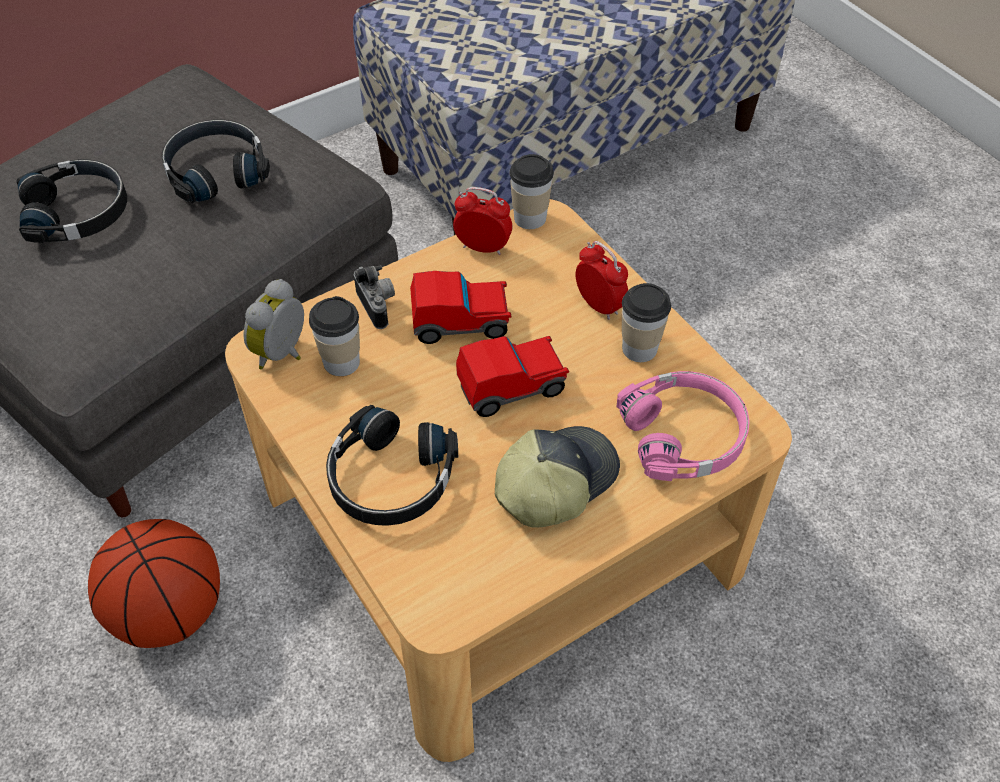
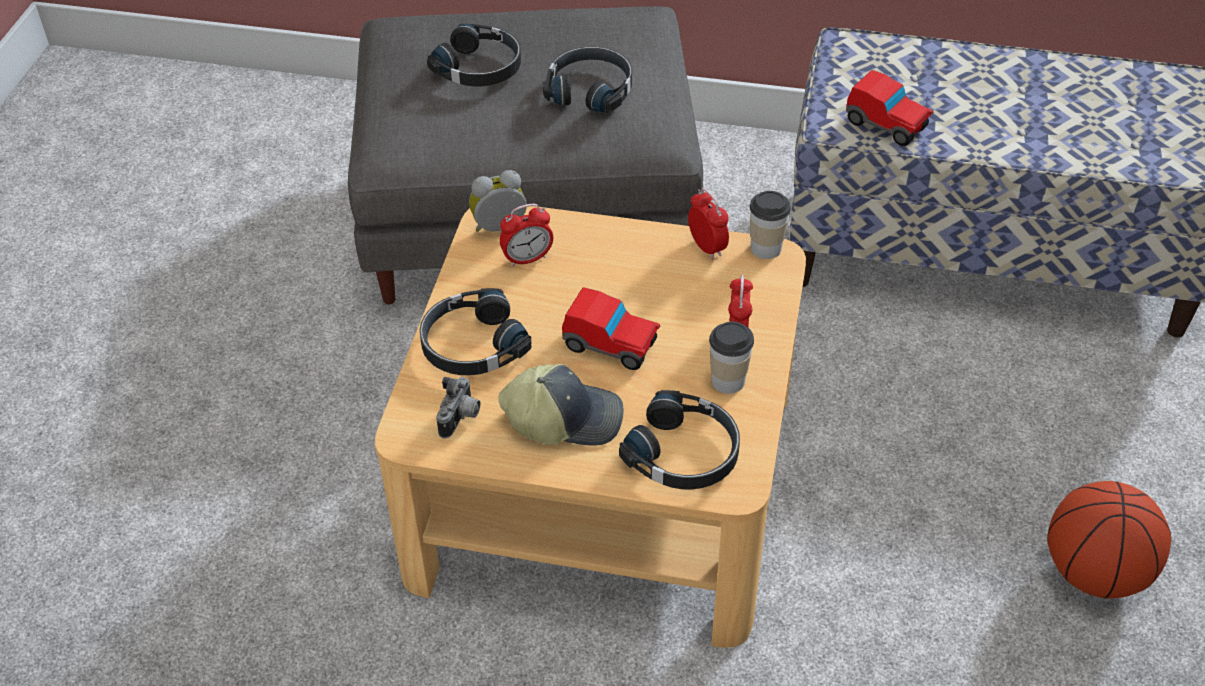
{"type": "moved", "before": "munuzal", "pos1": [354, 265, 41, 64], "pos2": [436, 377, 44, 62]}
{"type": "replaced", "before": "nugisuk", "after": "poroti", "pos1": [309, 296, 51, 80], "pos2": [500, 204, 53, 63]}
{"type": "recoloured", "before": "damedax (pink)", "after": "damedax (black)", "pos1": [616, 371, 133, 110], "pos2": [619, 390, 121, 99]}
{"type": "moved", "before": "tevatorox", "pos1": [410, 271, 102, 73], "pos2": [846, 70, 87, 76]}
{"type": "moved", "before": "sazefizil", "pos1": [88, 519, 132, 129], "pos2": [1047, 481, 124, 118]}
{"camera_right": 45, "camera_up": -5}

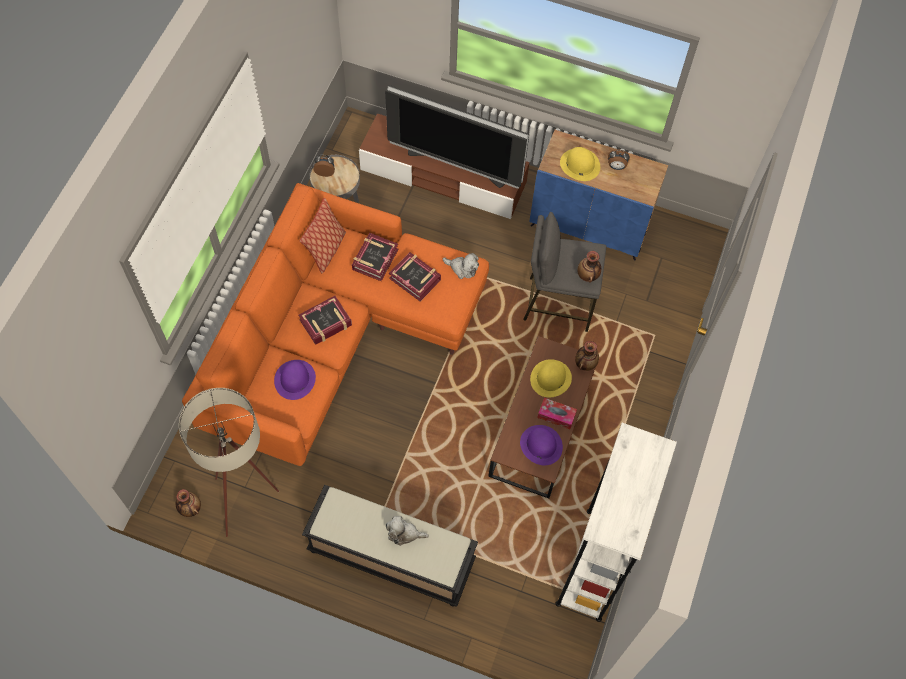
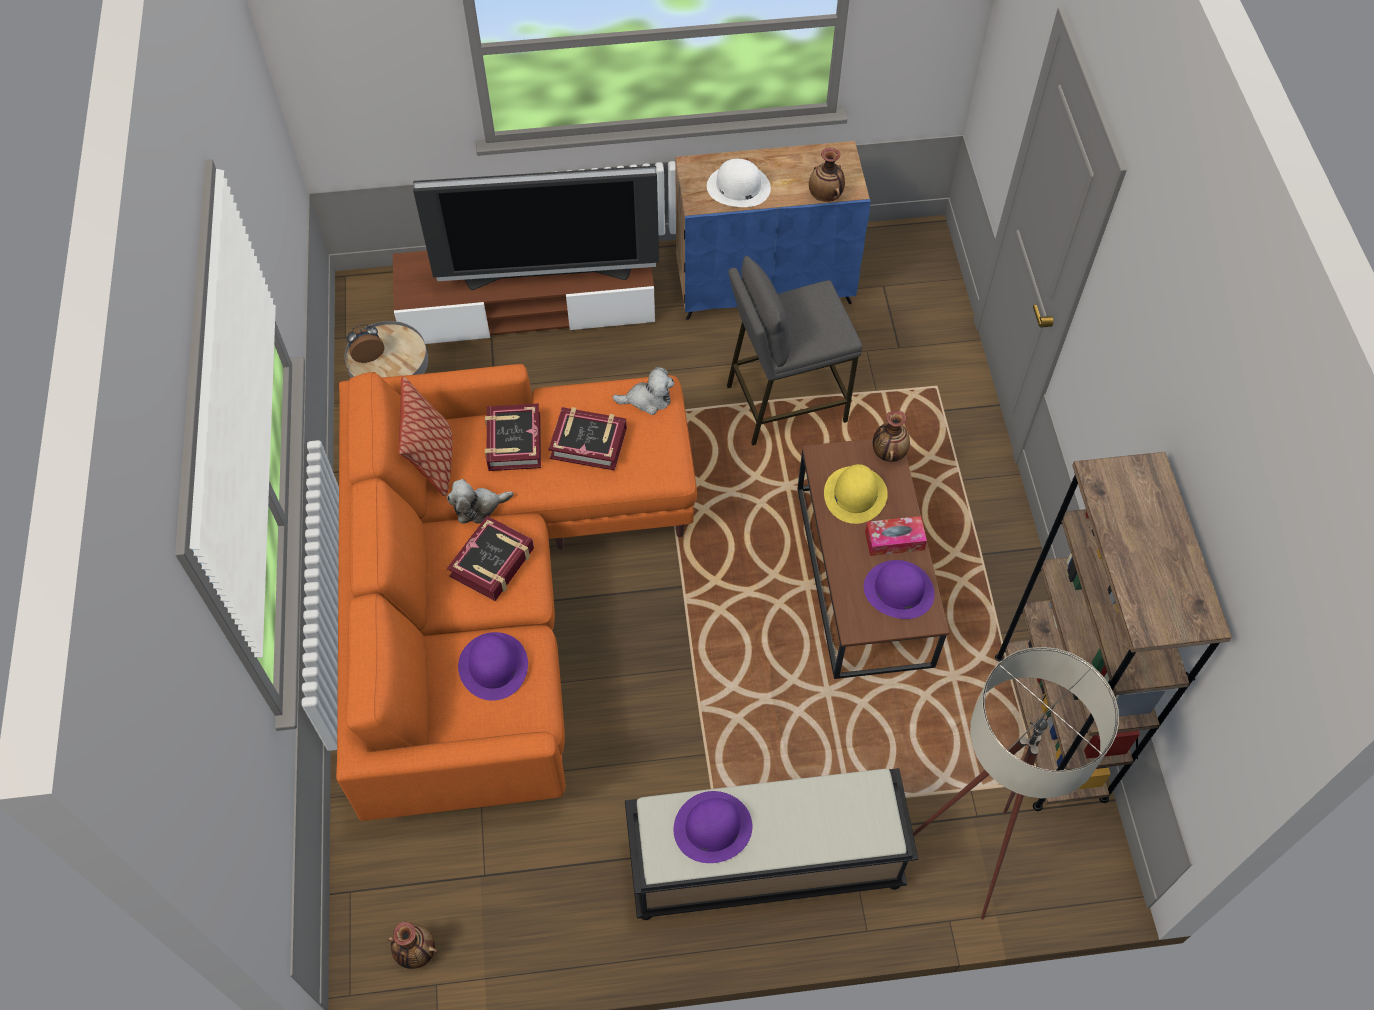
{"type": "moved", "before": "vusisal", "pos1": [386, 516, 43, 30], "pos2": [447, 479, 67, 45]}
{"type": "added", "after": "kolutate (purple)", "pos2": [674, 791, 78, 72]}
{"type": "recoloured", "before": "kolutate (yellow)", "after": "kolutate (white)", "pos1": [560, 147, 40, 34], "pos2": [707, 159, 64, 48]}
{"type": "moved", "before": "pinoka", "pos1": [577, 251, 24, 32], "pos2": [809, 148, 36, 54]}
{"type": "moved", "before": "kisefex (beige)", "pos1": [179, 388, 100, 149], "pos2": [913, 647, 206, 273]}
{"type": "recoloured", "before": "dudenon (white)", "after": "dudenon (brown)", "pos1": [555, 423, 122, 199], "pos2": [995, 452, 237, 359]}
{"type": "removed", "before": "poroti", "pos1": [608, 150, 22, 20]}
{"camera_right": -25, "camera_up": -5}

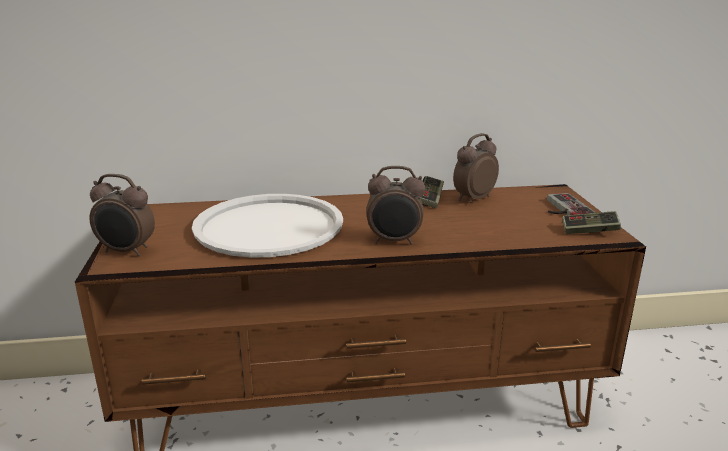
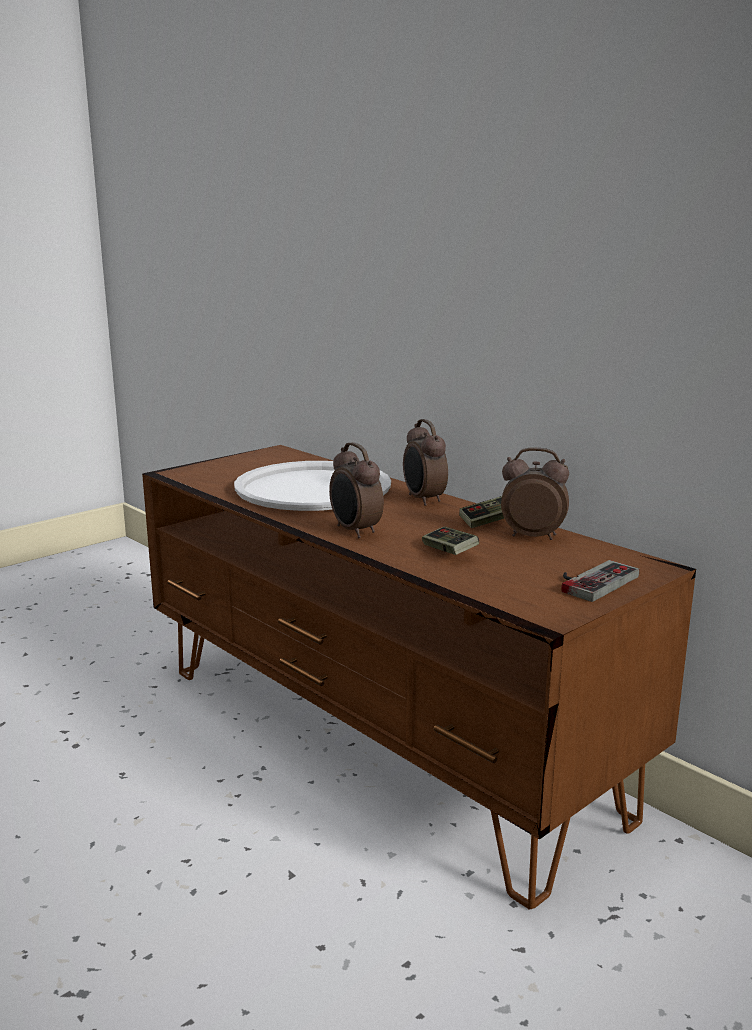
{"type": "moved", "before": "poroti", "pos1": [89, 174, 66, 82], "pos2": [403, 419, 45, 87]}
{"type": "moved", "before": "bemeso", "pos1": [562, 211, 59, 23], "pos2": [422, 526, 57, 29]}
{"camera_right": 55, "camera_up": -5}

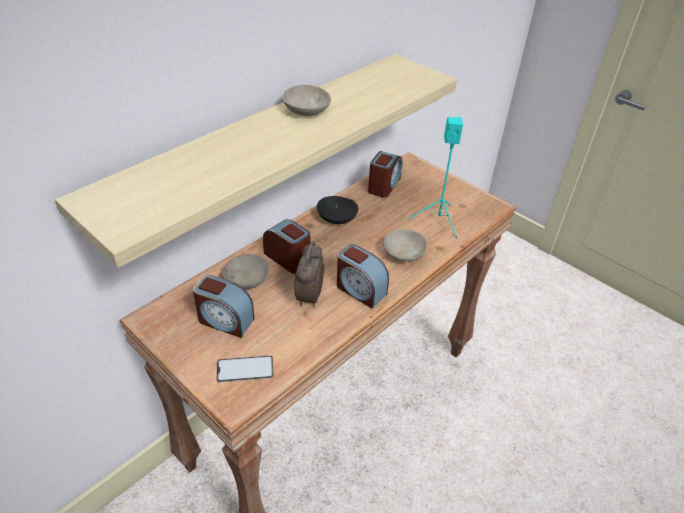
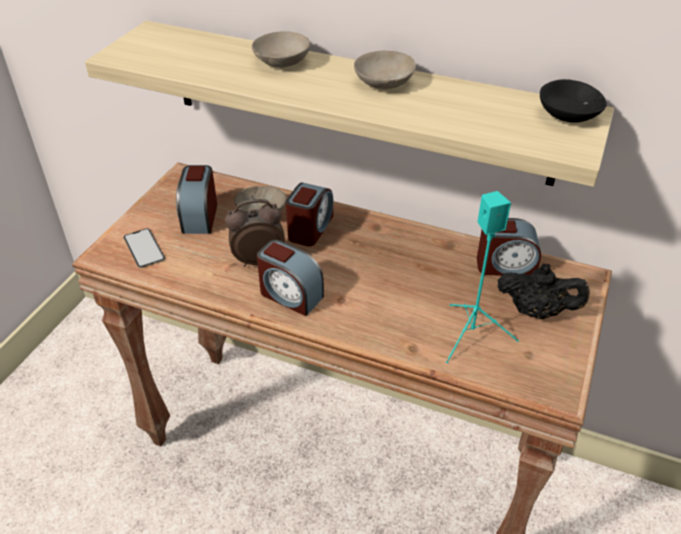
{"type": "moved", "before": "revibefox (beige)", "pos1": [383, 229, 45, 33], "pos2": [252, 31, 58, 37]}
{"type": "turned", "before": "poroti", "pos1": [337, 244, 52, 64], "pos2": [257, 240, 67, 76], "turn": -75}
{"type": "added", "after": "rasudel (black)", "pos2": [498, 264, 92, 55]}
{"type": "moved", "before": "revibefox (black)", "pos1": [317, 196, 41, 28], "pos2": [540, 79, 67, 44]}
{"camera_right": 70, "camera_up": 0}

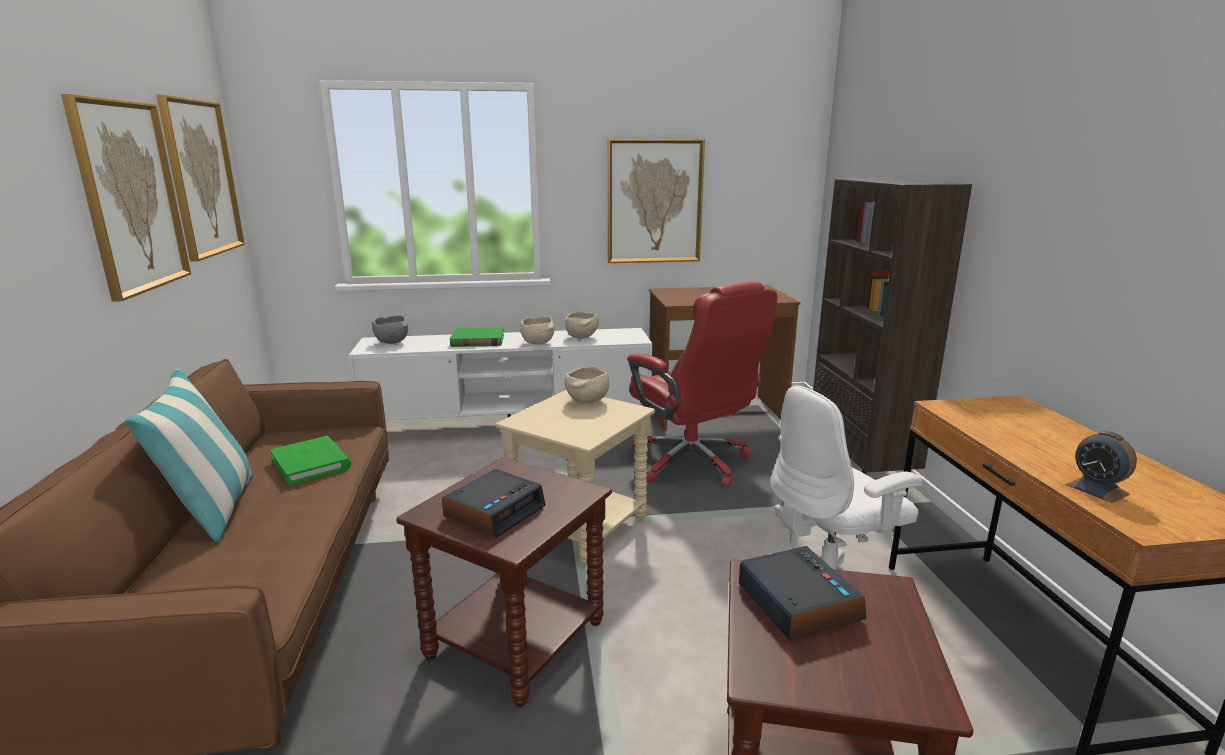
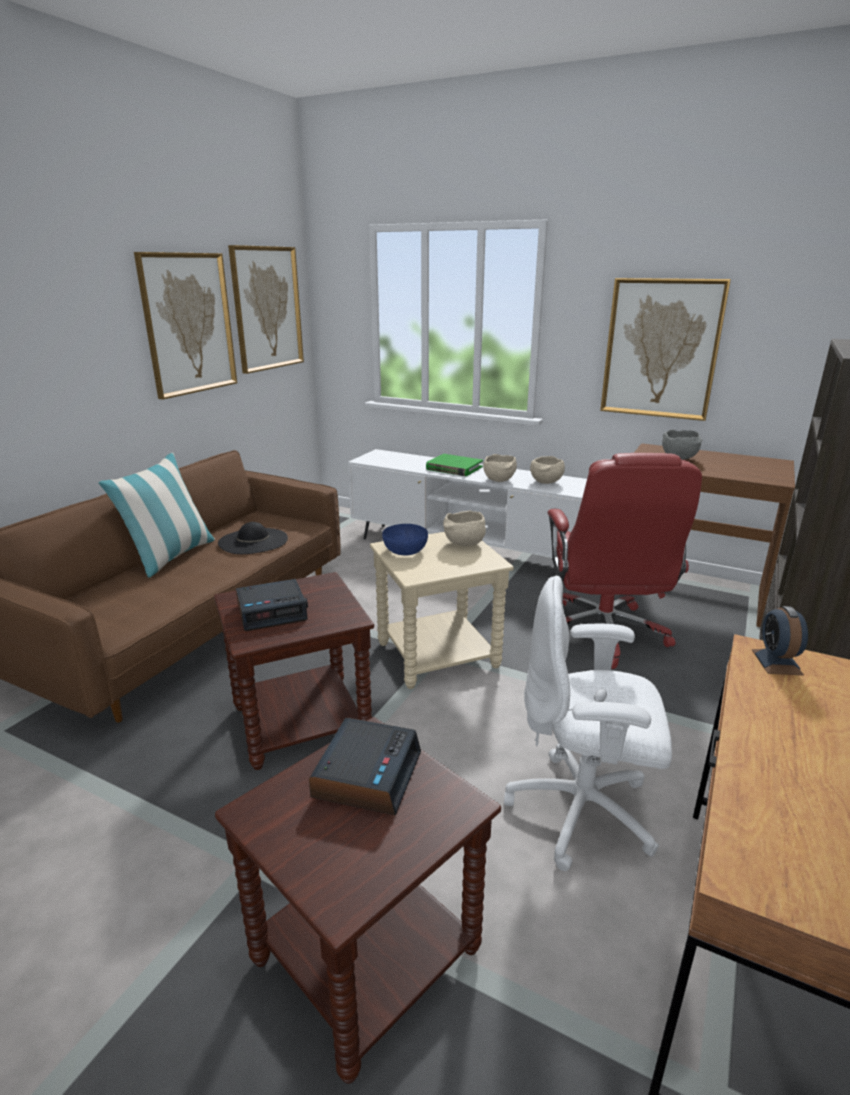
{"type": "replaced", "before": "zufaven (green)", "after": "kolutate (black)", "pos1": [270, 436, 81, 49], "pos2": [218, 522, 70, 32]}
{"type": "added", "after": "revibefox (blue)", "pos2": [382, 524, 46, 31]}
{"type": "moved", "before": "revibefox (grey)", "pos1": [372, 315, 36, 29], "pos2": [662, 430, 40, 30]}
{"type": "moved", "before": "poroti", "pos1": [1066, 431, 71, 72], "pos2": [752, 606, 56, 70]}
{"camera_right": 35, "camera_up": 5}

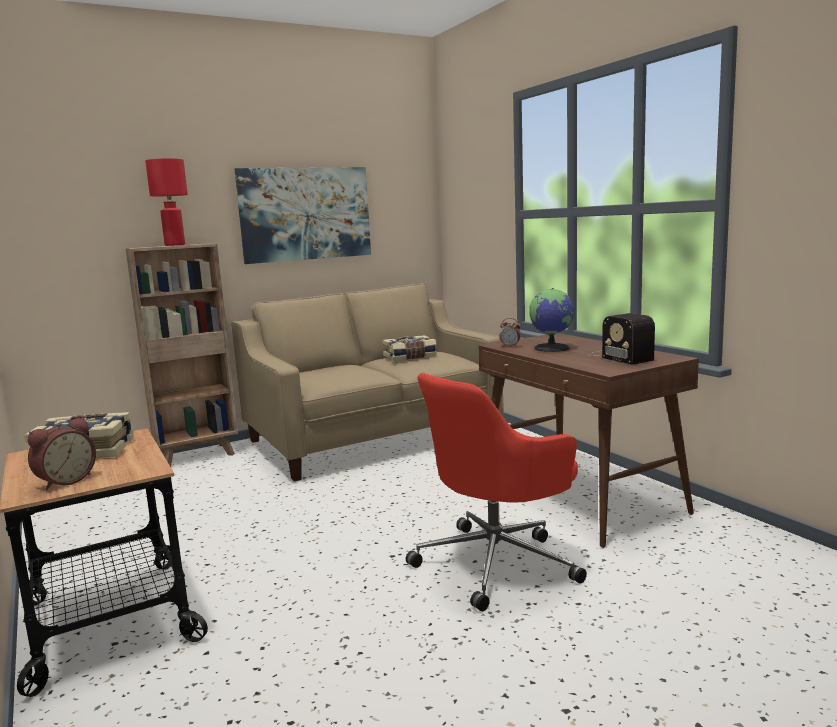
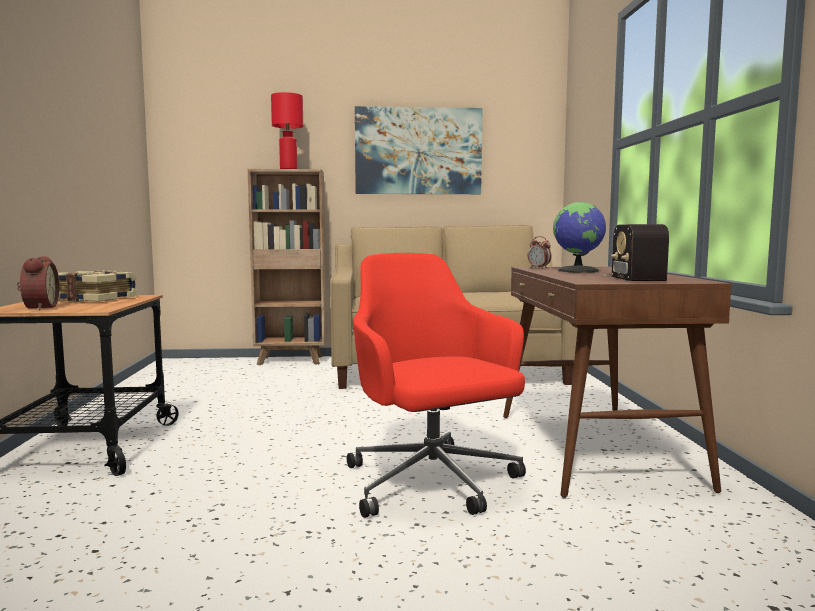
{"type": "turned", "before": "poroti", "pos1": [28, 417, 68, 73], "pos2": [17, 256, 42, 54], "turn": -75}
{"type": "turned", "before": "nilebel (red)", "pos1": [406, 373, 181, 238], "pos2": [347, 253, 179, 265], "turn": 75}
{"type": "removed", "before": "zufaven", "pos1": [383, 335, 54, 26]}
{"camera_right": 25, "camera_up": -5}

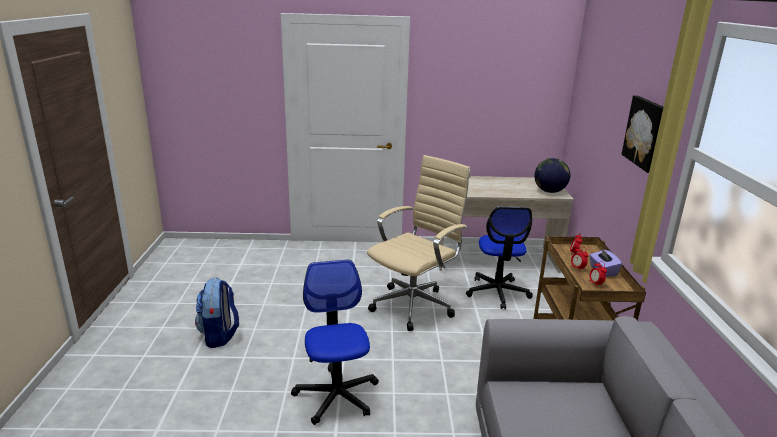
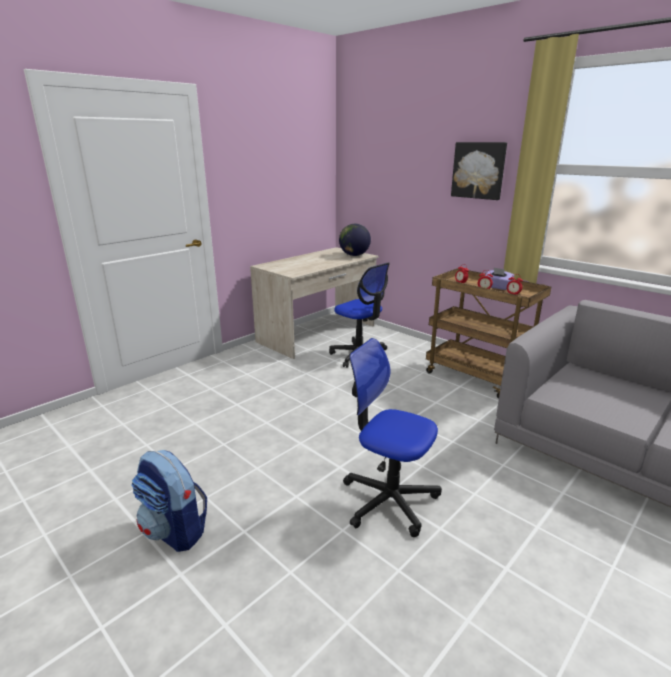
{"type": "removed", "before": "nilebel (beige)", "pos1": [367, 155, 104, 176]}
{"camera_right": -45, "camera_up": 0}

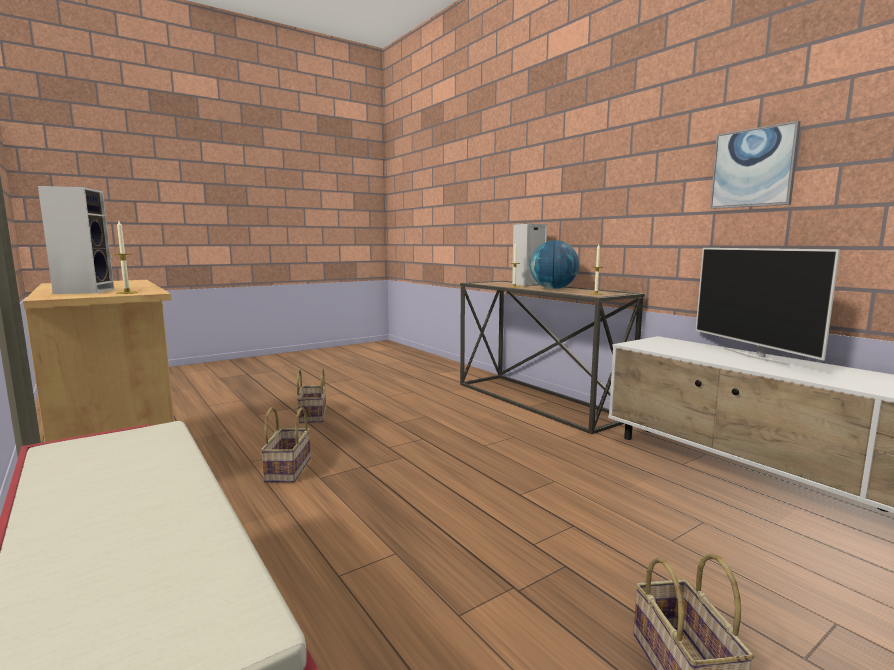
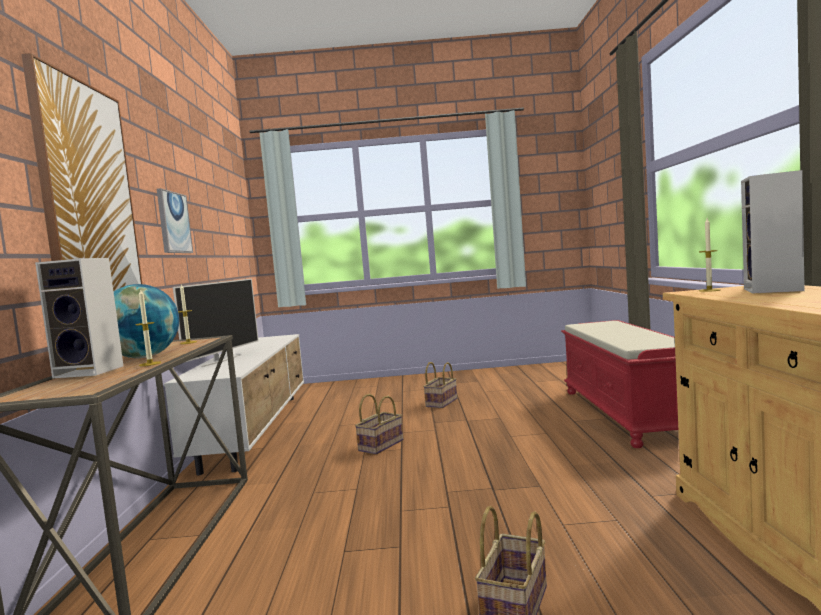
{"type": "added", "after": "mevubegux", "pos2": [21, 53, 121, 239]}
{"type": "moved", "before": "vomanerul", "pos1": [260, 407, 51, 76], "pos2": [355, 394, 49, 60]}
{"camera_right": -145, "camera_up": -5}

